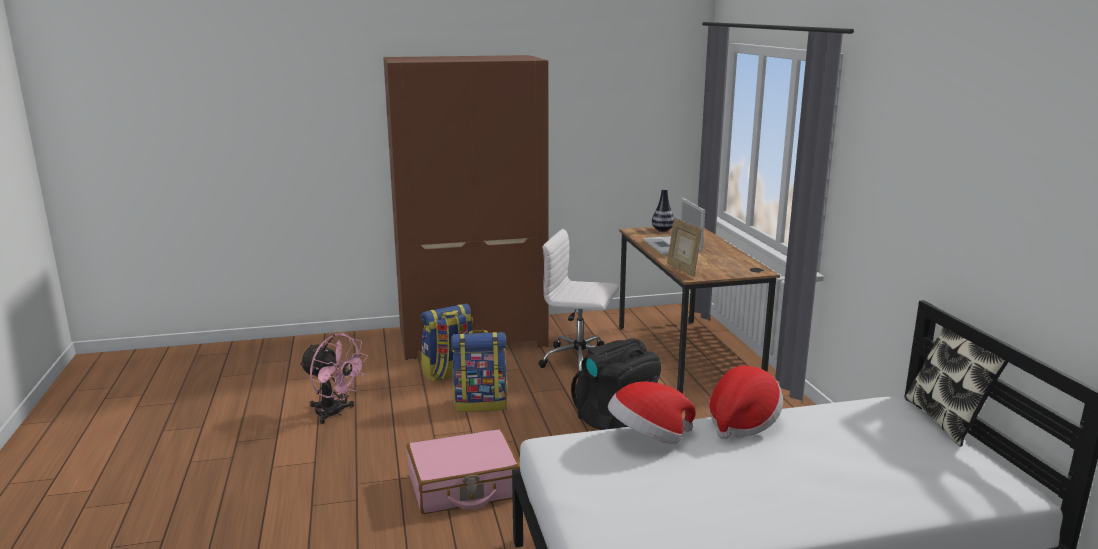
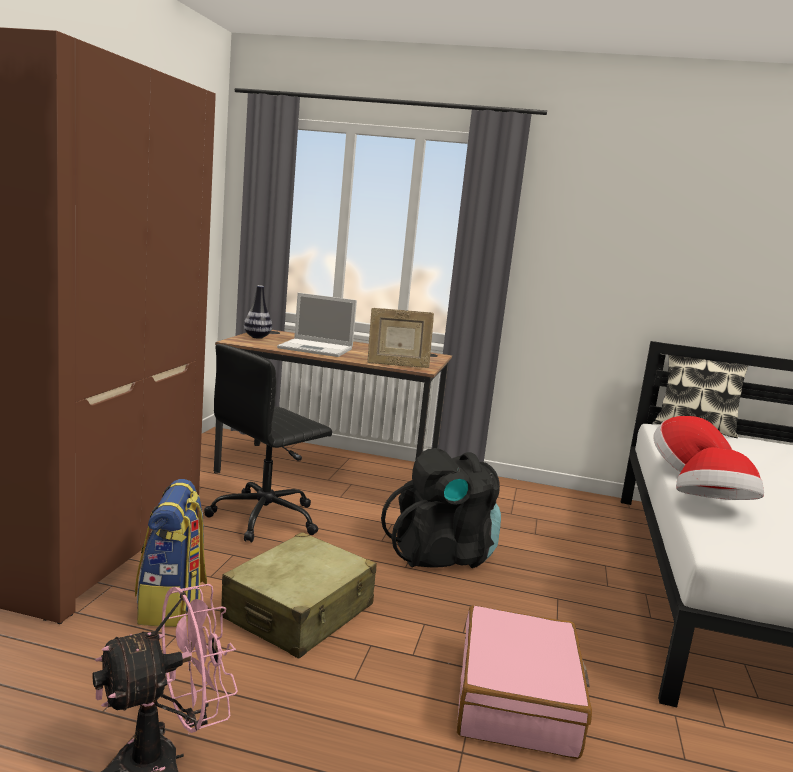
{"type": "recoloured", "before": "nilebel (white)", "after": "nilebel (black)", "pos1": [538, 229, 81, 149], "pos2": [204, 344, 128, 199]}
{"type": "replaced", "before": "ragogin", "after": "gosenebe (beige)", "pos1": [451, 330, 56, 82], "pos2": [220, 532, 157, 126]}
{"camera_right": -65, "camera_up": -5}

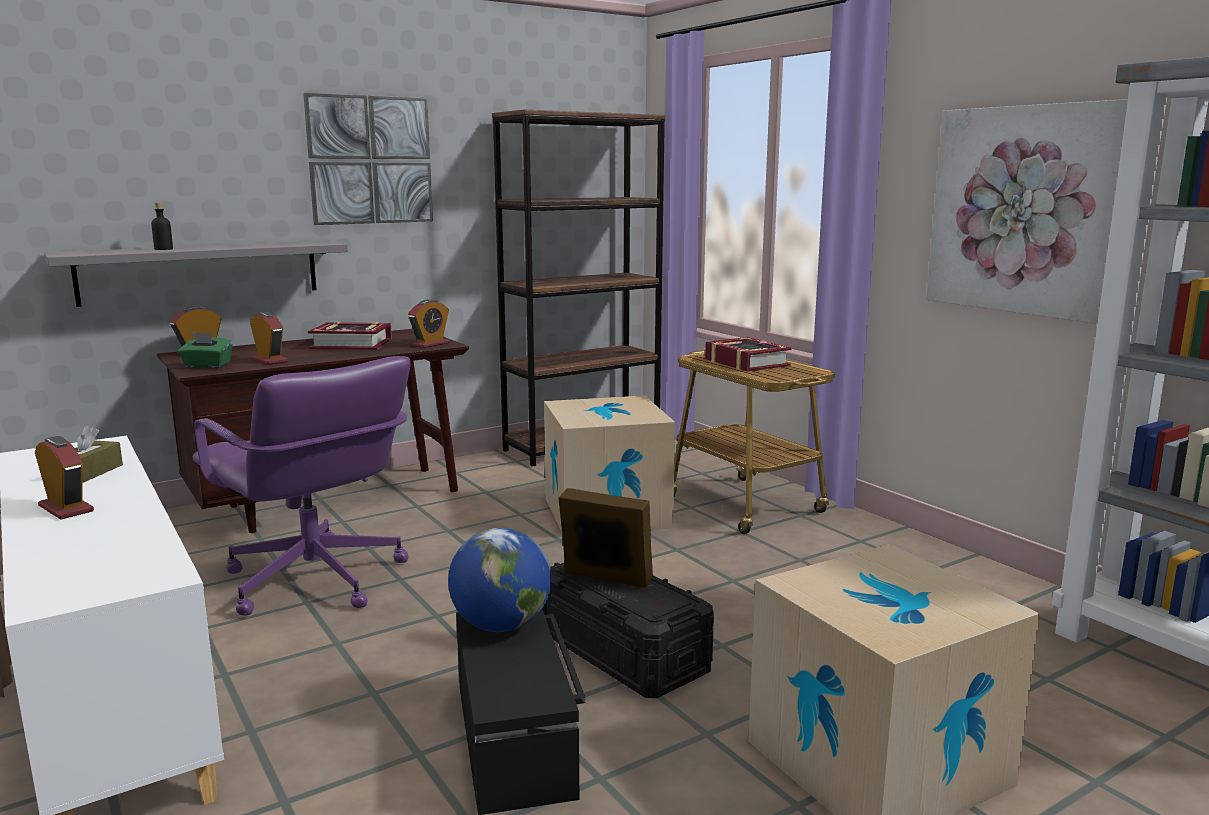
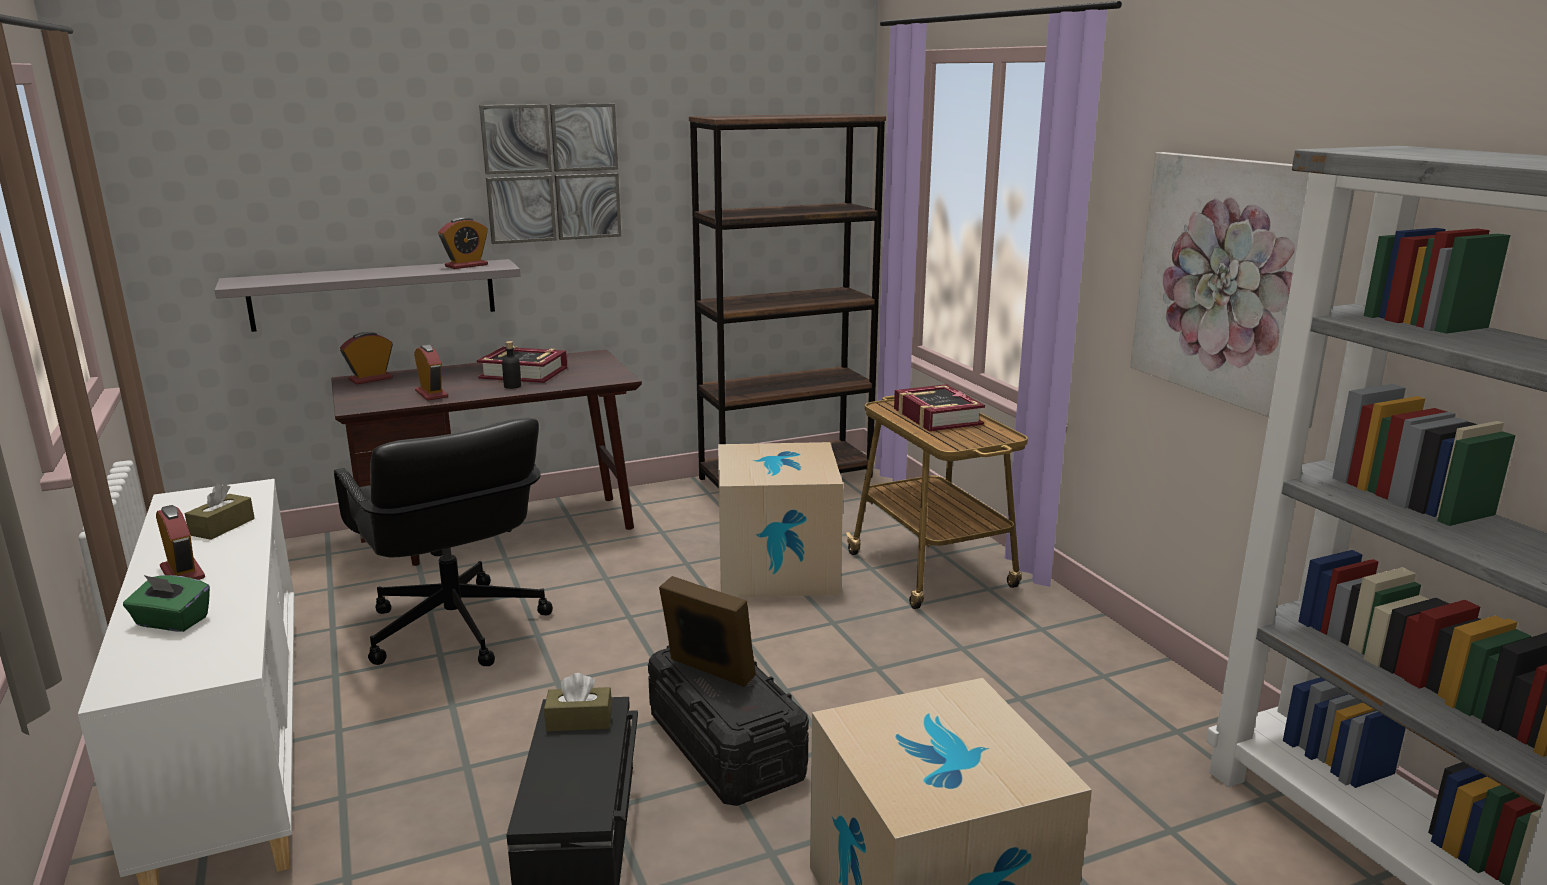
{"type": "moved", "before": "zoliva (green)", "pos1": [178, 332, 55, 36], "pos2": [123, 575, 87, 57]}
{"type": "recoloured", "before": "nilebel (purple)", "after": "nilebel (black)", "pos1": [192, 356, 219, 259], "pos2": [334, 418, 219, 248]}
{"type": "moved", "before": "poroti", "pos1": [408, 300, 41, 48], "pos2": [438, 217, 50, 52]}
{"type": "moved", "before": "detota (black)", "pos1": [151, 202, 22, 48], "pos2": [502, 341, 19, 48]}
{"type": "replaced", "before": "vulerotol", "after": "zoliva (brown)", "pos1": [448, 528, 103, 104], "pos2": [544, 673, 68, 58]}
{"camera_right": 10, "camera_up": 5}

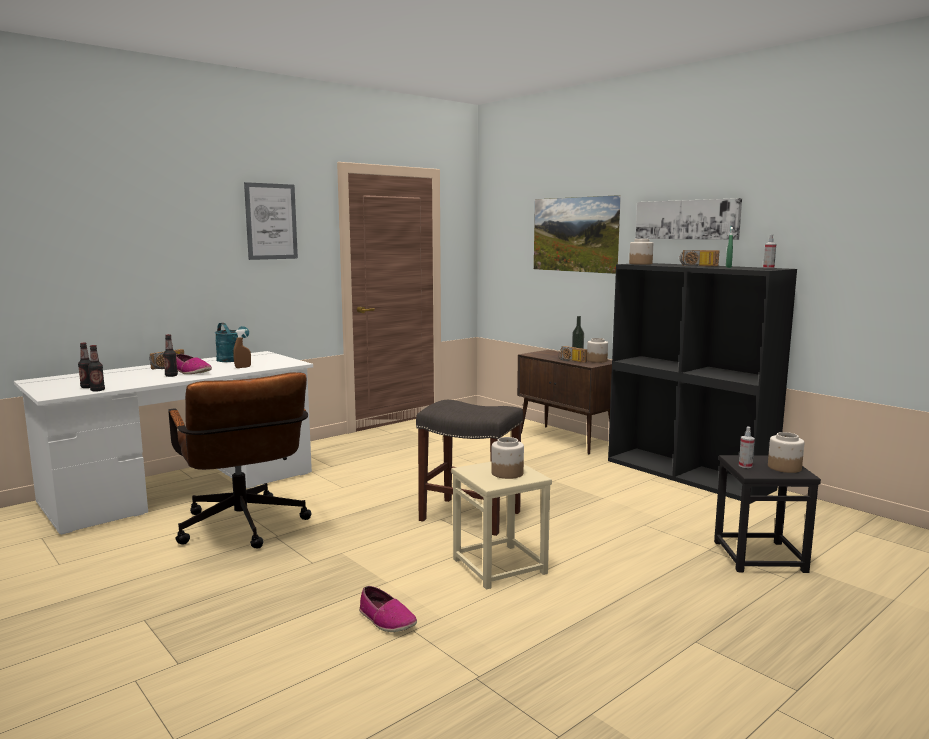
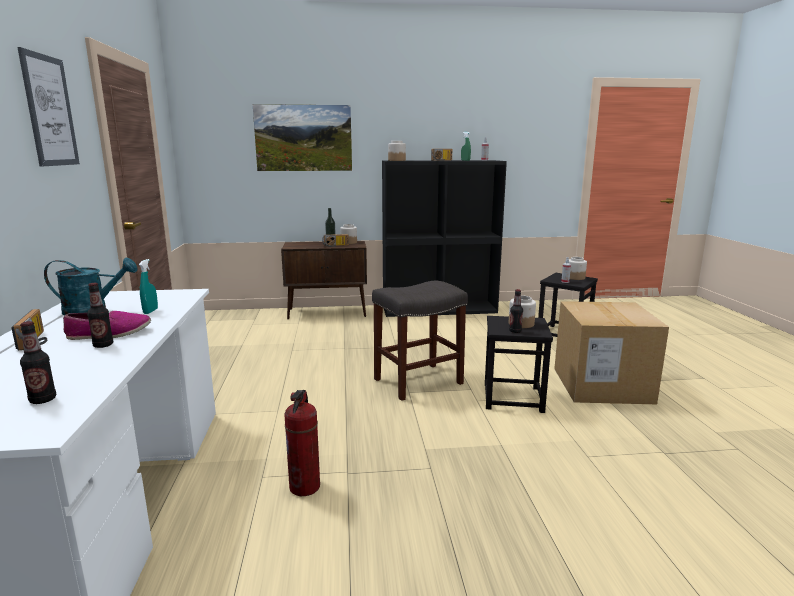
{"type": "recoloured", "before": "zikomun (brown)", "after": "zikomun (turquoise)", "pos1": [233, 329, 18, 39], "pos2": [139, 259, 19, 55]}
{"type": "replaced", "before": "nilebel (brown)", "after": "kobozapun", "pos1": [169, 372, 142, 176], "pos2": [284, 390, 36, 106]}
{"type": "recoloured", "before": "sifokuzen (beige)", "after": "sifokuzen (black)", "pos1": [451, 462, 101, 128], "pos2": [485, 316, 68, 97]}
{"type": "moved", "before": "detota", "pos1": [88, 345, 17, 47], "pos2": [509, 289, 14, 44]}
{"type": "added", "after": "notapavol", "pos2": [554, 301, 115, 103]}
{"type": "removed", "before": "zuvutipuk", "pos1": [359, 586, 58, 46]}
{"type": "removed", "before": "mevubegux", "pos1": [636, 198, 106, 42]}
{"camera_right": -55, "camera_up": 5}

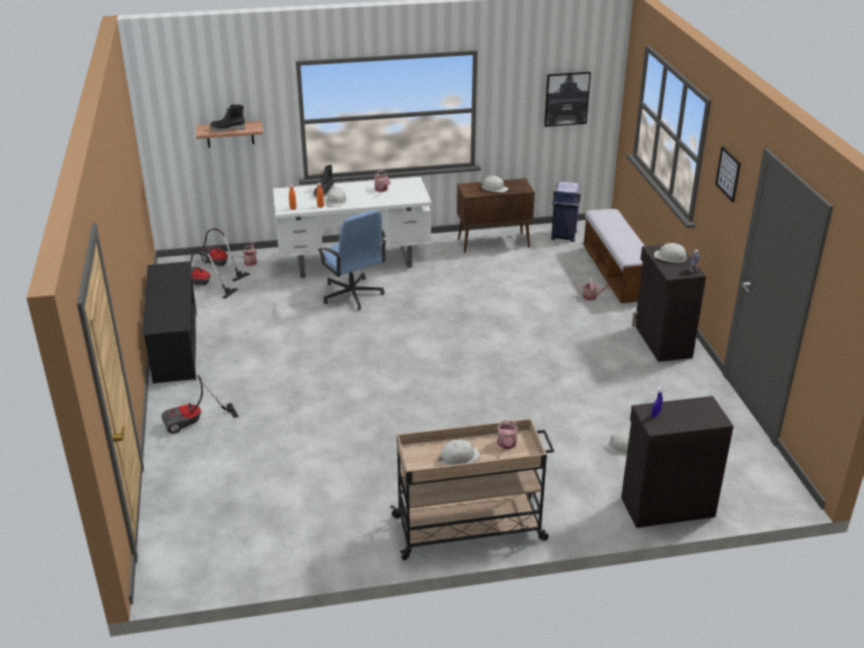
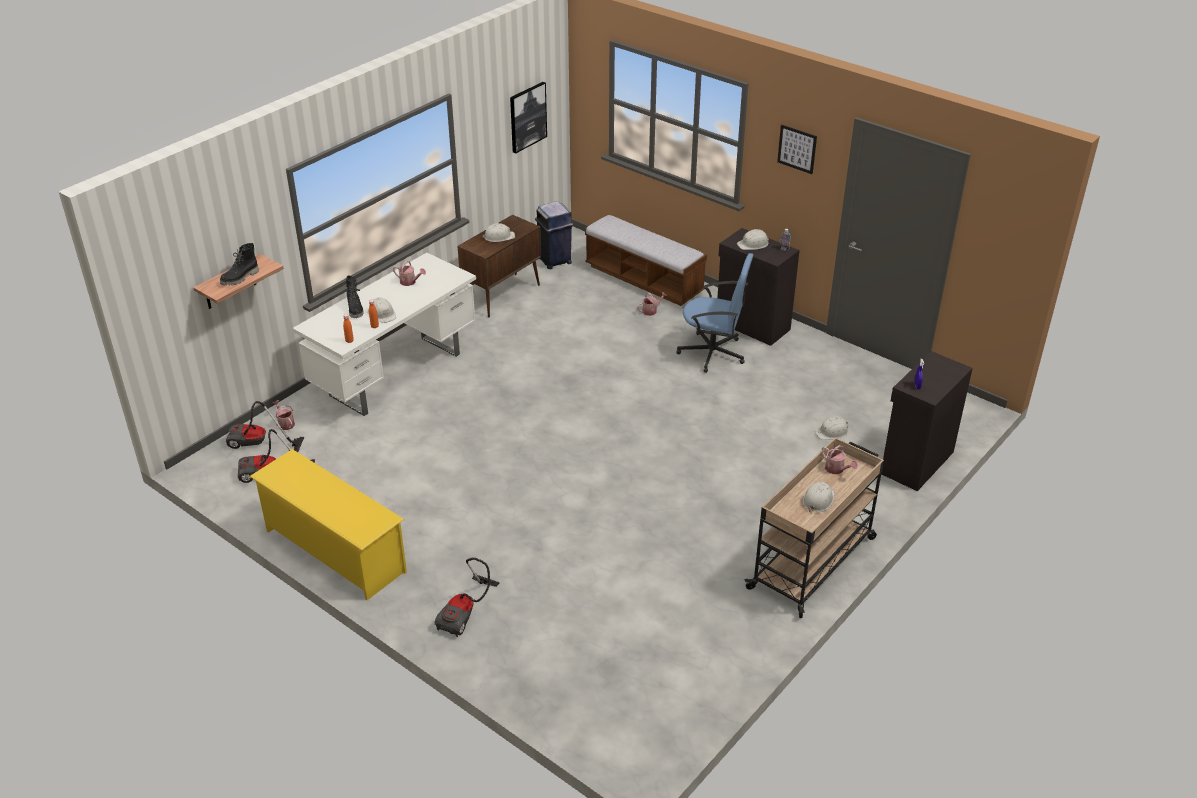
{"type": "recoloured", "before": "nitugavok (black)", "after": "nitugavok (yellow)", "pos1": [142, 261, 55, 123], "pos2": [250, 449, 157, 151]}
{"type": "moved", "before": "nilebel (blue)", "pos1": [317, 210, 69, 100], "pos2": [676, 253, 77, 120]}
{"camera_right": -40, "camera_up": 5}

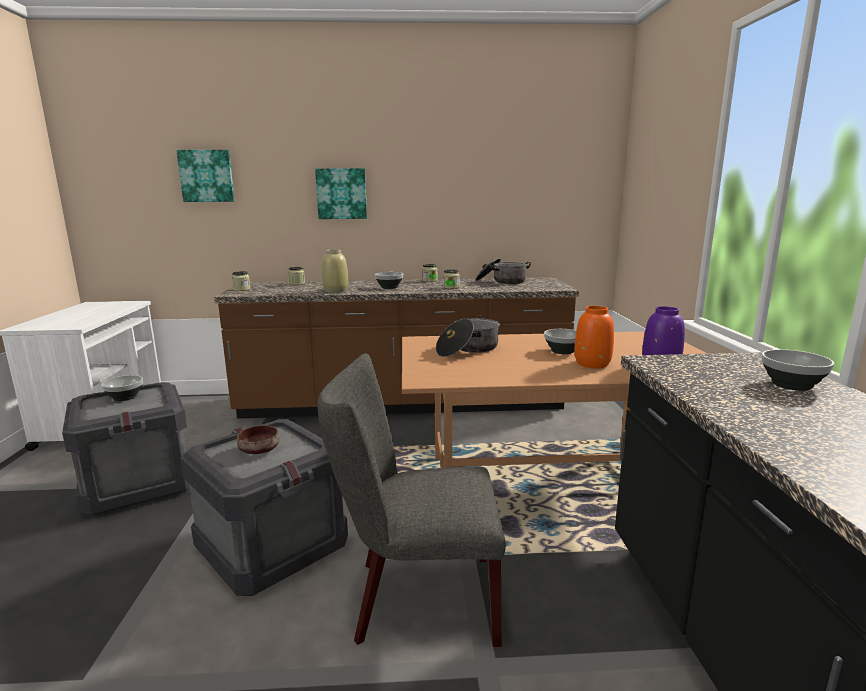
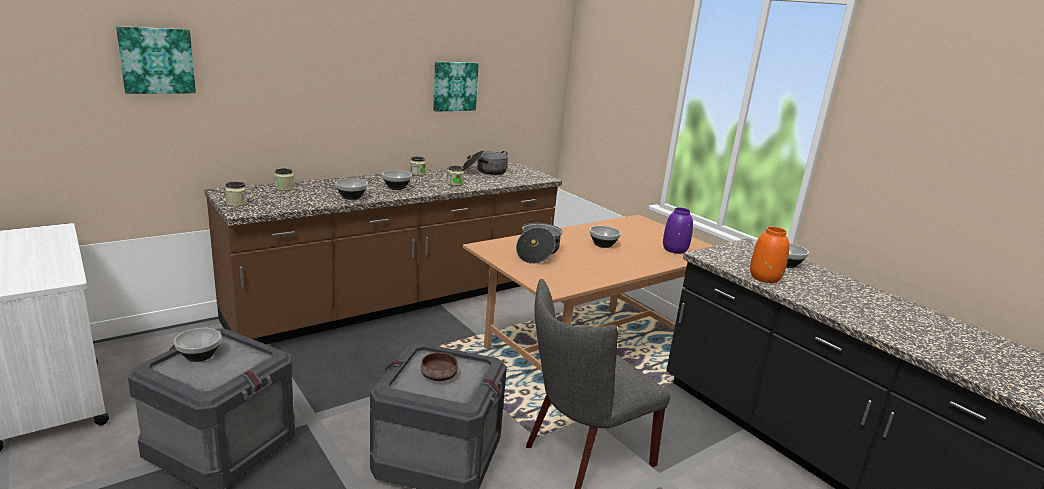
{"type": "replaced", "before": "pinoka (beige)", "after": "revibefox", "pos1": [322, 250, 26, 43], "pos2": [335, 179, 33, 21]}
{"type": "moved", "before": "mevubegux", "pos1": [315, 168, 52, 51], "pos2": [433, 62, 46, 50]}
{"type": "moved", "before": "pinoka (orange)", "pos1": [574, 306, 40, 62], "pos2": [750, 227, 40, 56]}
{"camera_right": -35, "camera_up": 5}

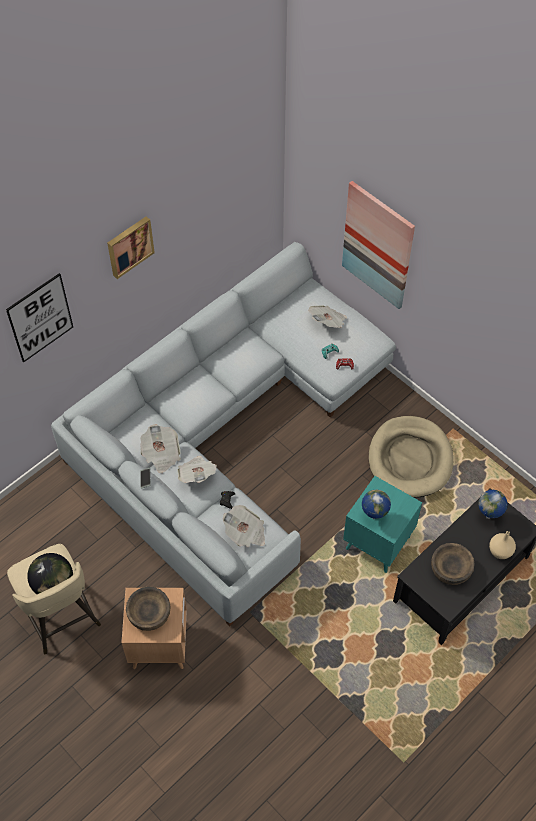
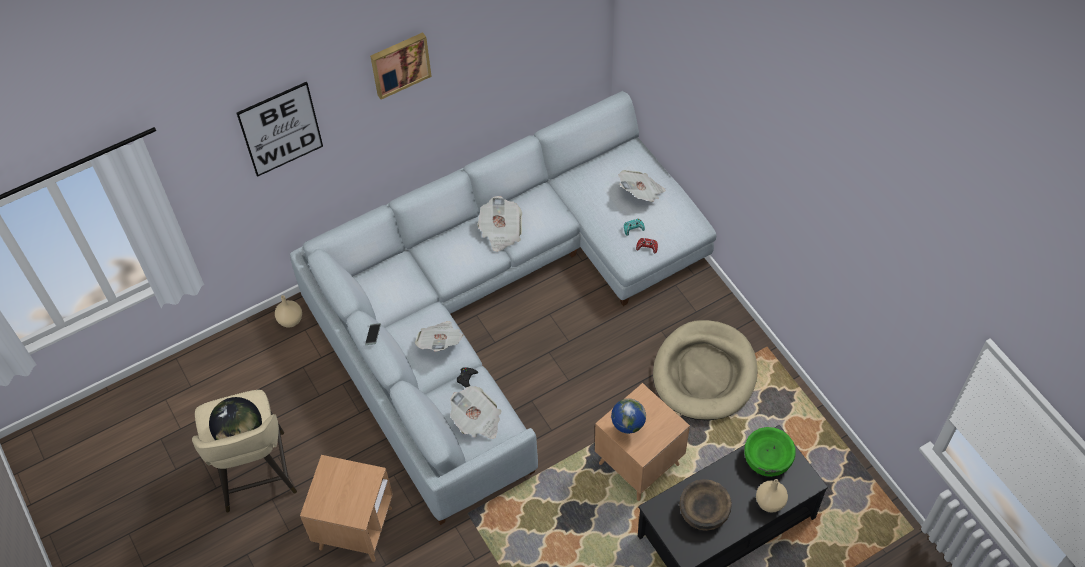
{"type": "added", "after": "pinoka (beige)", "pos2": [275, 295, 27, 32]}
{"type": "moved", "before": "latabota", "pos1": [140, 424, 41, 49], "pos2": [477, 196, 45, 56]}
{"type": "recoloured", "before": "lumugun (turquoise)", "after": "lumugun (brown)", "pos1": [343, 476, 79, 97], "pos2": [595, 383, 95, 118]}
{"type": "replaced", "before": "vulerotol", "after": "revibefox (green)", "pos1": [478, 490, 30, 29], "pos2": [744, 427, 52, 50]}
{"type": "removed", "before": "revibefox (brown)", "pos1": [126, 587, 45, 44]}
{"type": "removed", "before": "mevubegux", "pos1": [342, 181, 73, 128]}
{"camera_right": 15, "camera_up": 0}

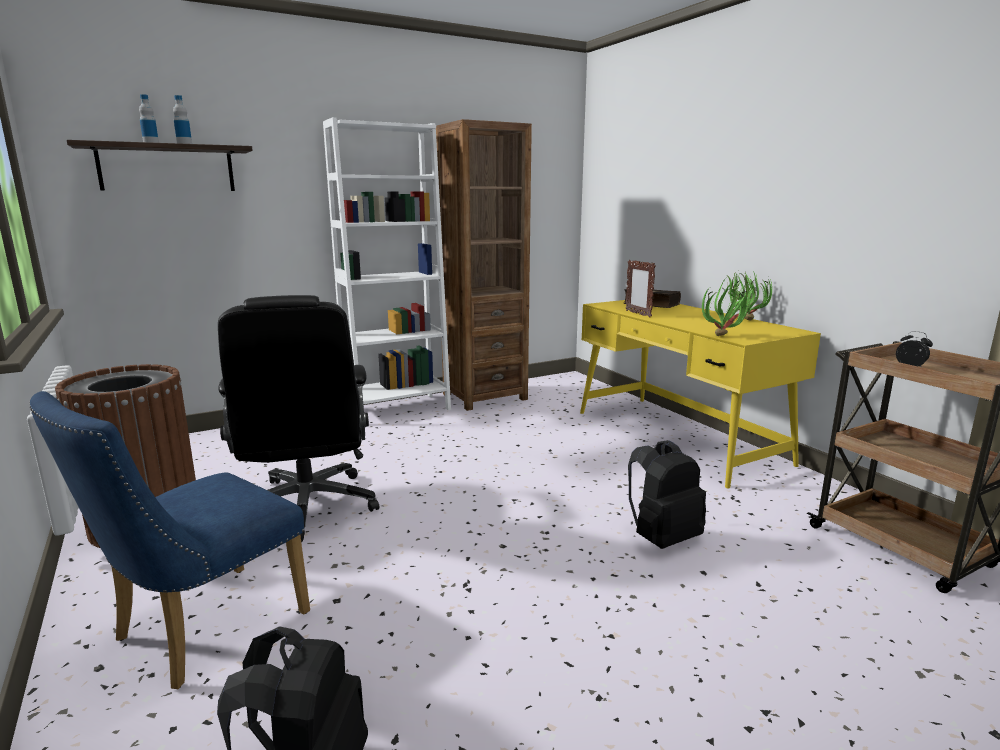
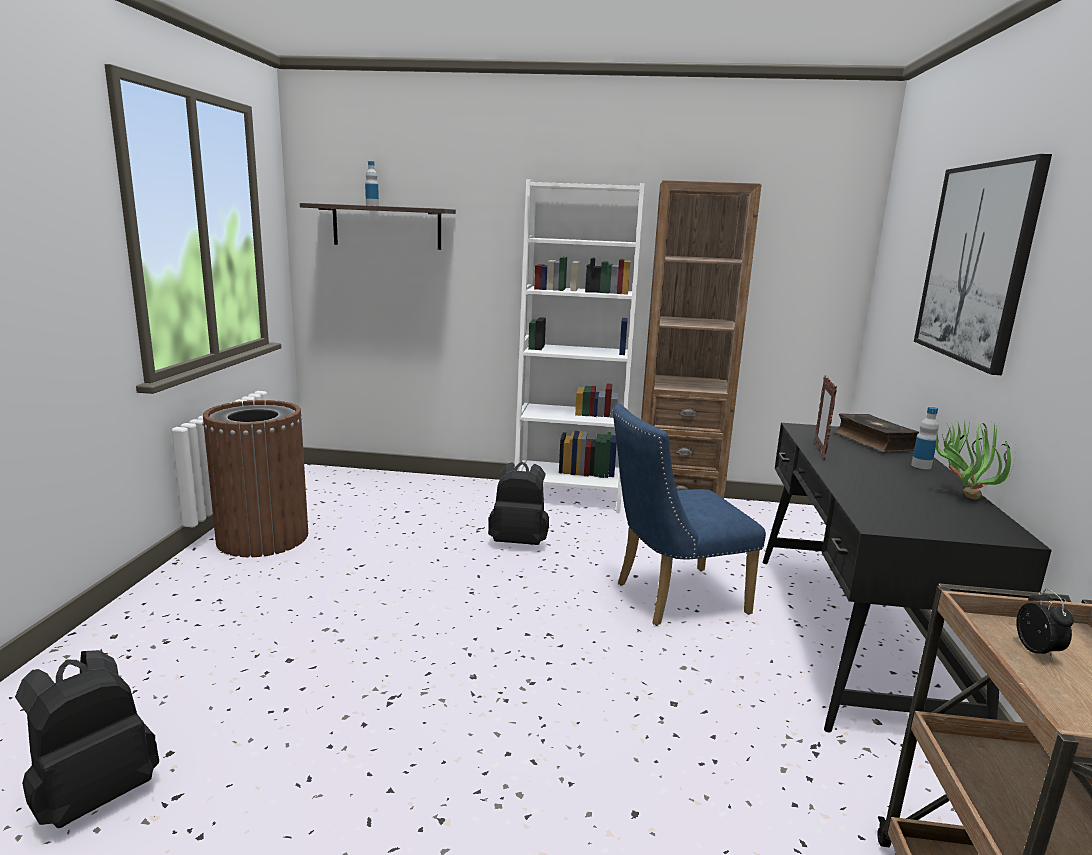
{"type": "moved", "before": "ragogin (black)", "pos1": [628, 440, 78, 109], "pos2": [488, 462, 61, 83]}
{"type": "moved", "before": "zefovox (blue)", "pos1": [30, 391, 280, 298], "pos2": [613, 404, 153, 222]}
{"type": "recoloured", "before": "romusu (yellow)", "after": "romusu (black)", "pos1": [580, 300, 241, 189], "pos2": [763, 423, 289, 310]}
{"type": "moved", "before": "detota", "pos1": [173, 95, 19, 49], "pos2": [911, 407, 28, 62]}
{"type": "added", "after": "mevubegux", "pos2": [914, 154, 138, 221]}
{"type": "removed", "before": "nilebel (black)", "pos1": [218, 295, 161, 247]}
{"type": "removed", "before": "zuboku", "pos1": [702, 278, 53, 58]}
{"camera_right": 35, "camera_up": 0}

